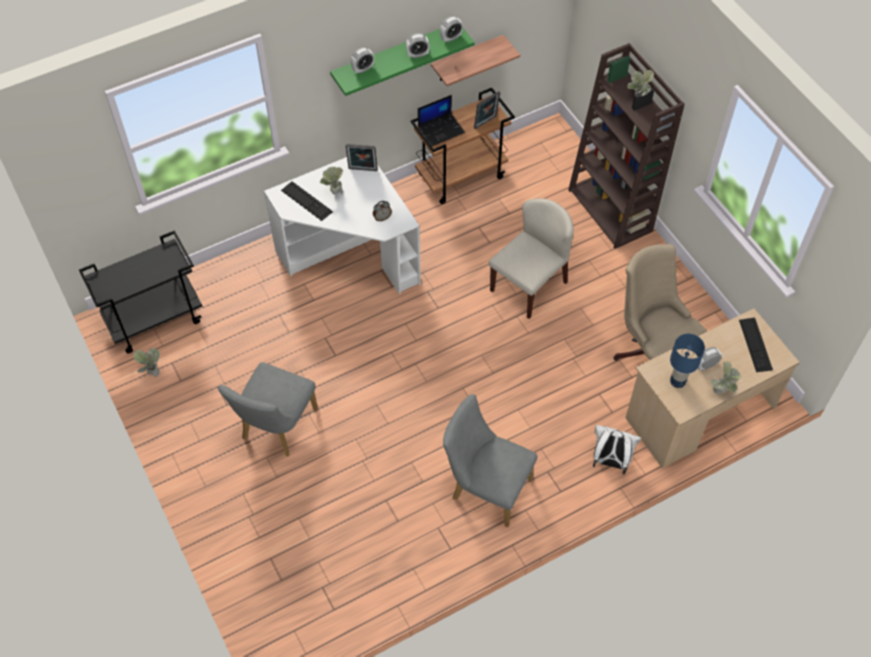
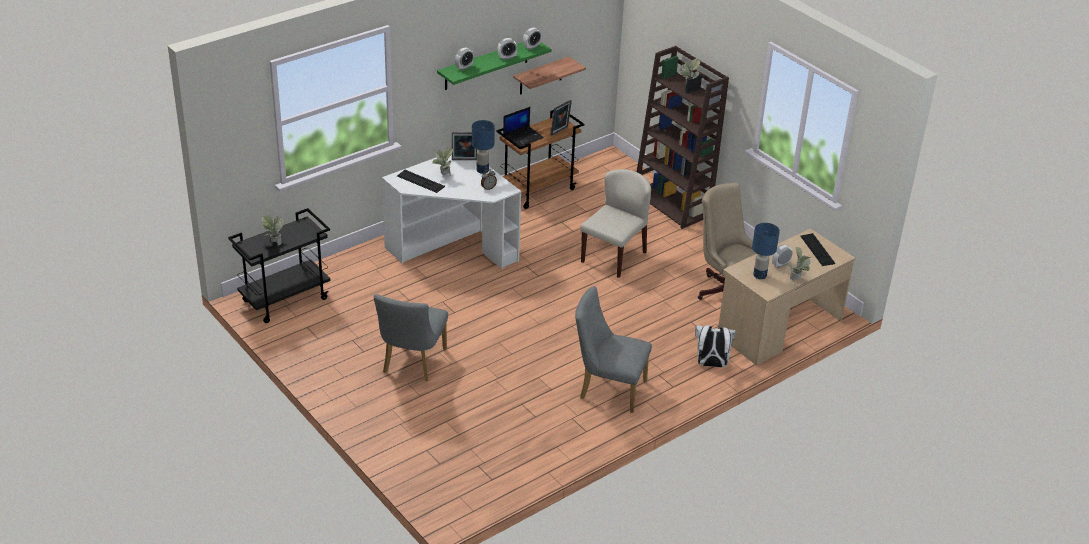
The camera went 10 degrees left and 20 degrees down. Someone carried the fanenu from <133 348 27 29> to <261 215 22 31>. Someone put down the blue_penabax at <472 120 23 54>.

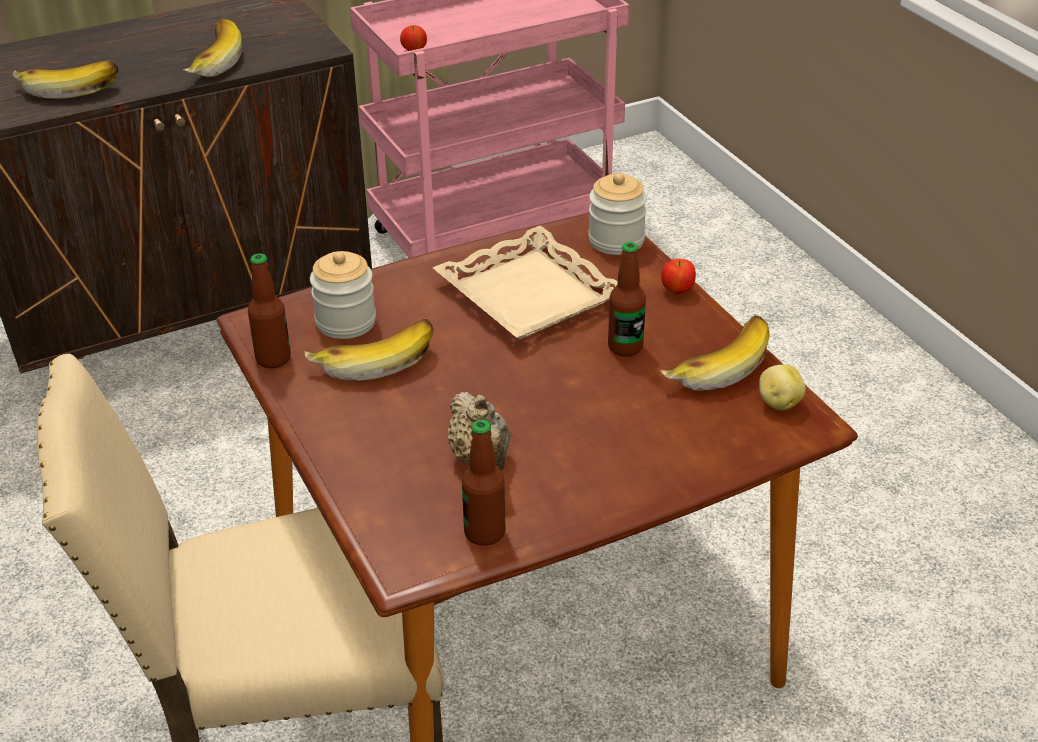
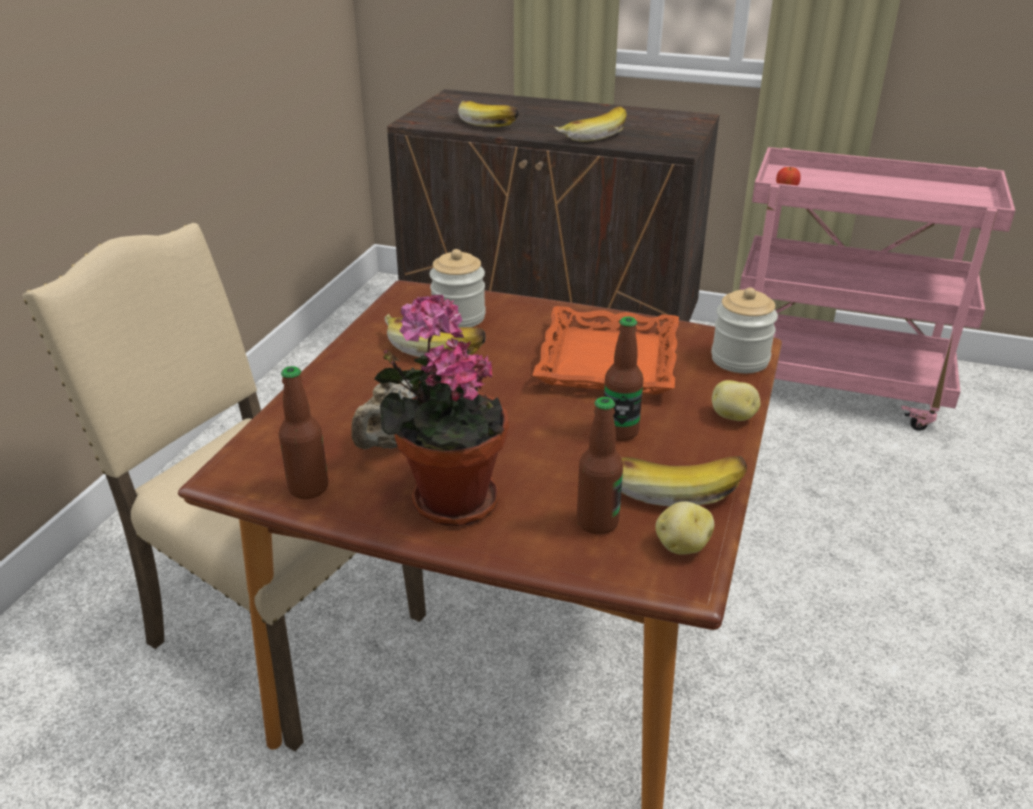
The camera went 45 degrees right and 5 degrees down. Someone repainted the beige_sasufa at <433 226 185 113>, which became the orange_sasufa at <532 306 147 89>. Someone carried the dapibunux from <248 253 43 115> to <577 397 46 138>. Someone swapped the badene at <661 259 35 35> for the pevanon at <712 380 48 41>. Someone put down the fanenu at <374 294 134 232>.

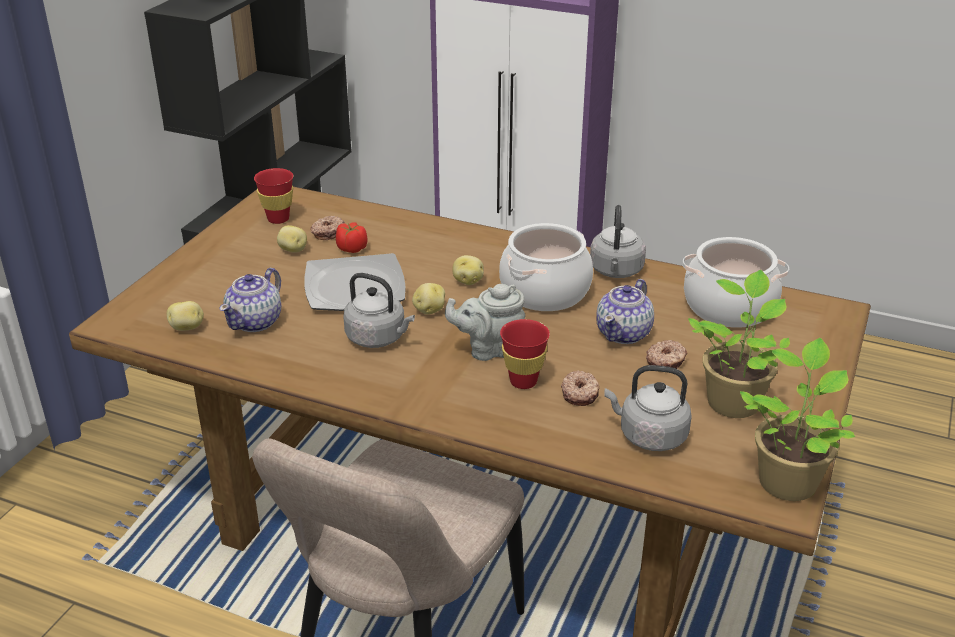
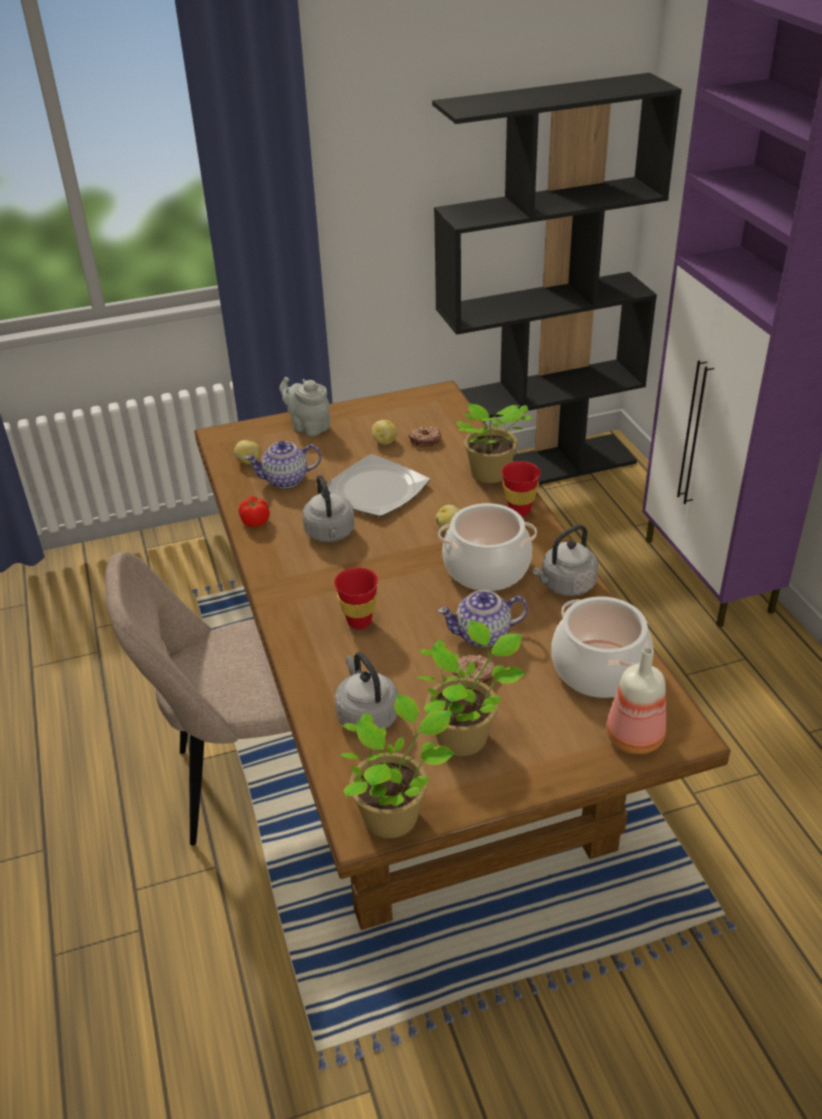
The camera went 50 degrees right and 5 degrees up. Someone carried the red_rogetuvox from <254 168 39 56> to <502 461 39 55>. Someone carried the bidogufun from <336 223 31 30> to <239 496 31 31>. Someone took away the pevanon at <412 283 33 32>. Someone carried the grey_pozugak from <445 284 80 77> to <279 377 52 59>. Someone took away the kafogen at <561 370 38 36>. Someone put down the fanenu at <457 404 76 79>. Someone put down the dapibunux at <606 647 60 107>.

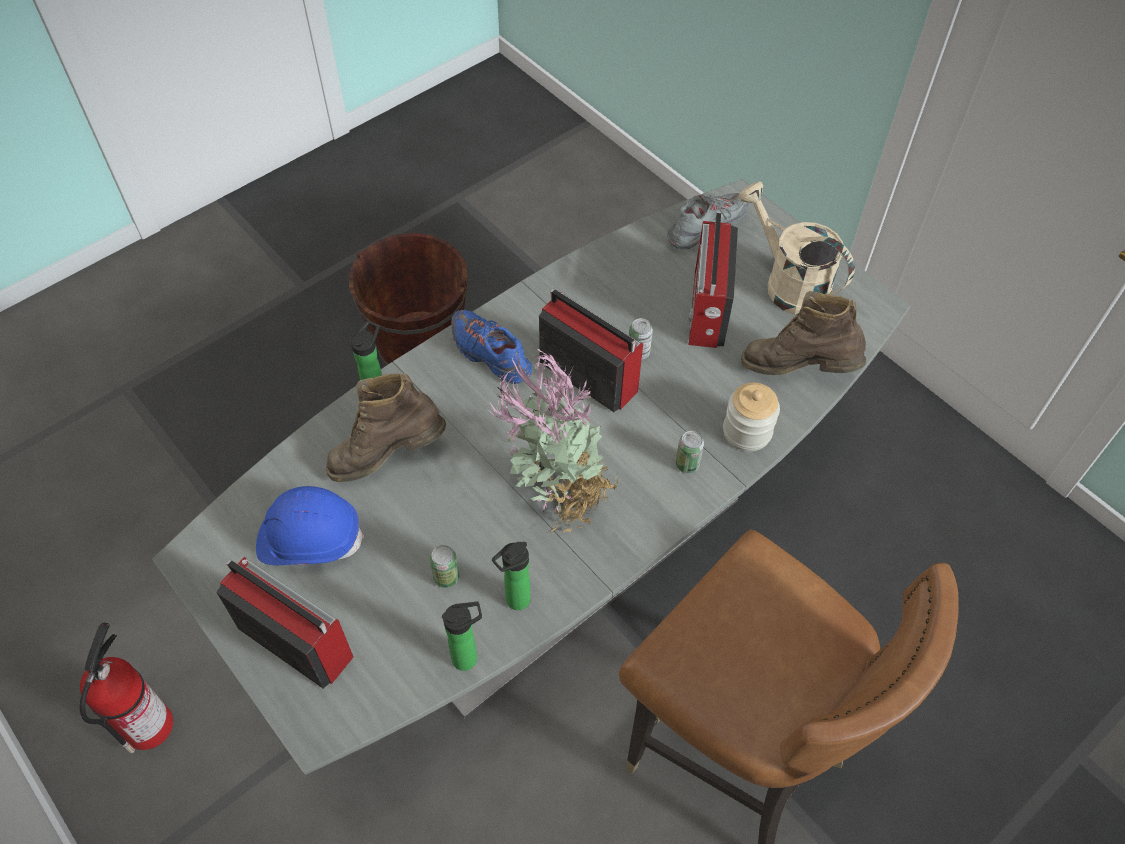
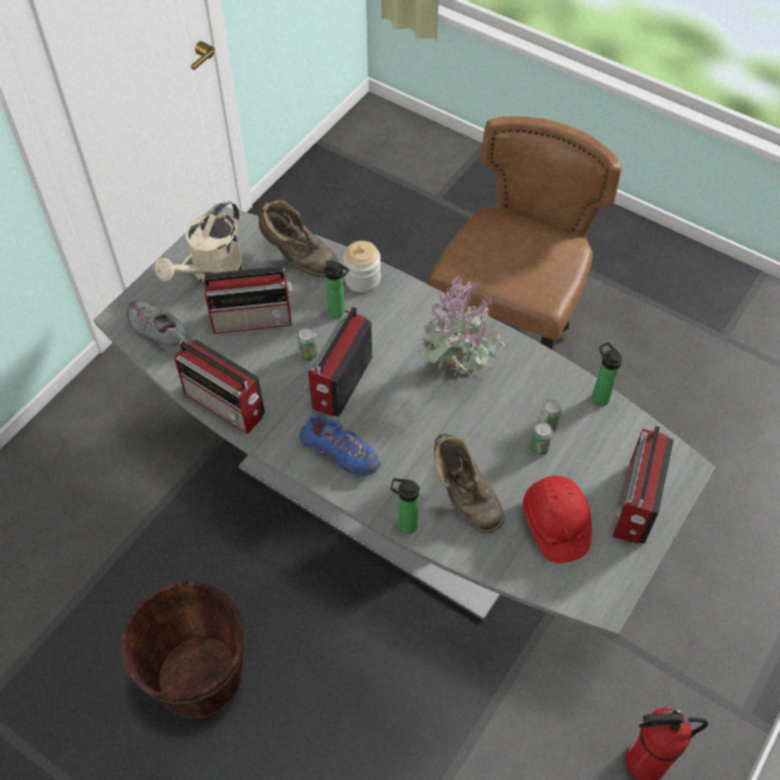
The camera went 105 degrees left and 0 degrees up. Someone rotated the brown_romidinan at <741 291 125 84> by 60 degrees counterclockwise. Someone rotated the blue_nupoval at <451 310 81 74> by 90 degrees counterclockwise. Someone carried the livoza from <675 431 29 42> to <530 422 23 34>. Someone repainted the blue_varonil at <256 486 108 79>, which became the red_varonil at <523 476 69 87>. Someone carried the dapibunux from <492 542 39 68> to <325 260 24 59>. Someone put down the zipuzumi at <174 339 91 95>.

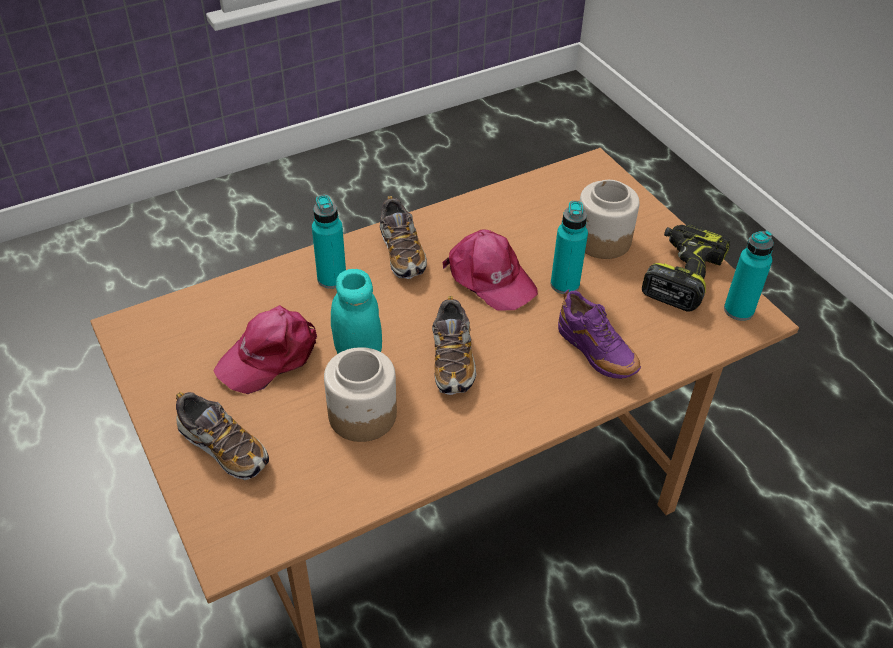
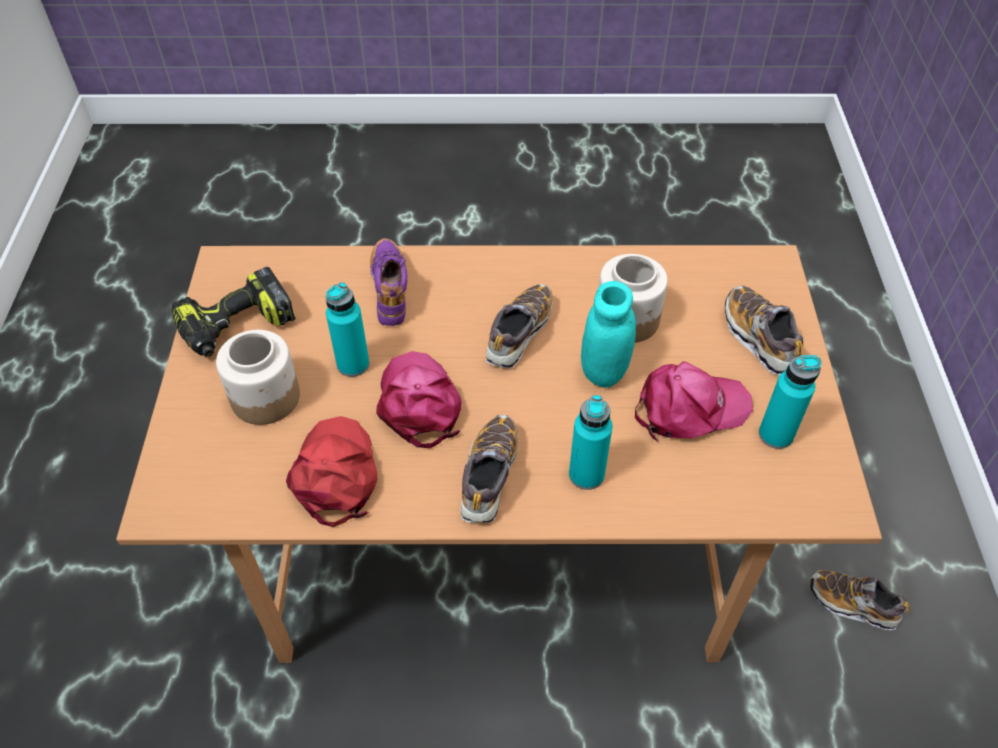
The camera went 150 degrees left and 5 degrees up. Someone carried the turquoise_dapibunux from <724 231 50 90> to <759 355 63 94>. Someone put down the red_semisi at <286 416 91 111>. Someone put down the nupoval at <811 570 99 60>.

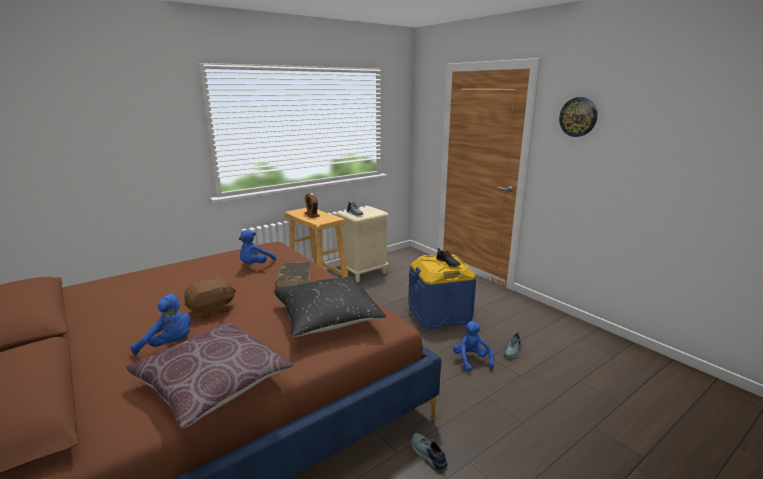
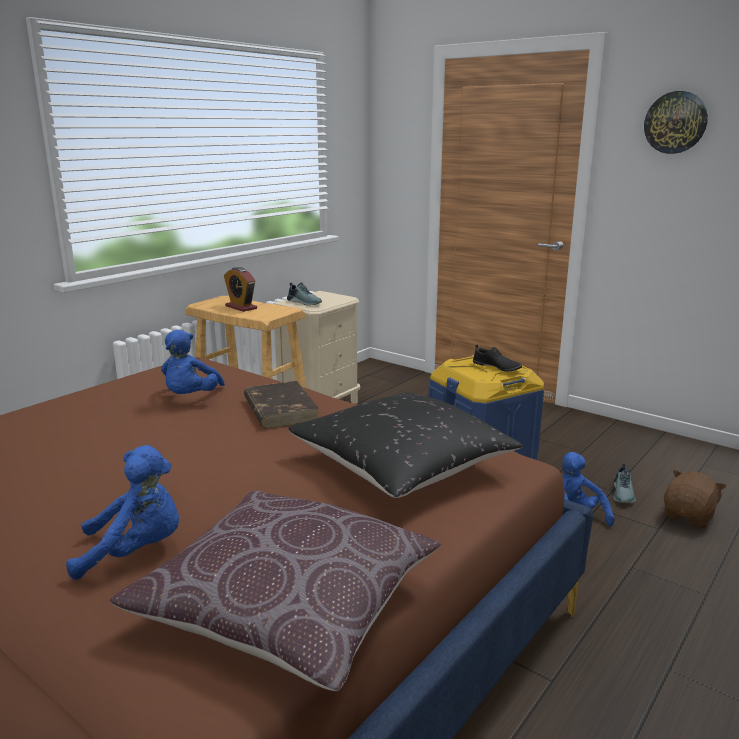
The camera went 15 degrees left and 0 degrees up. Someone carried the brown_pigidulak from <184 276 52 43> to <664 470 63 59>. Someone took away the nupoval at <411 433 37 37>.

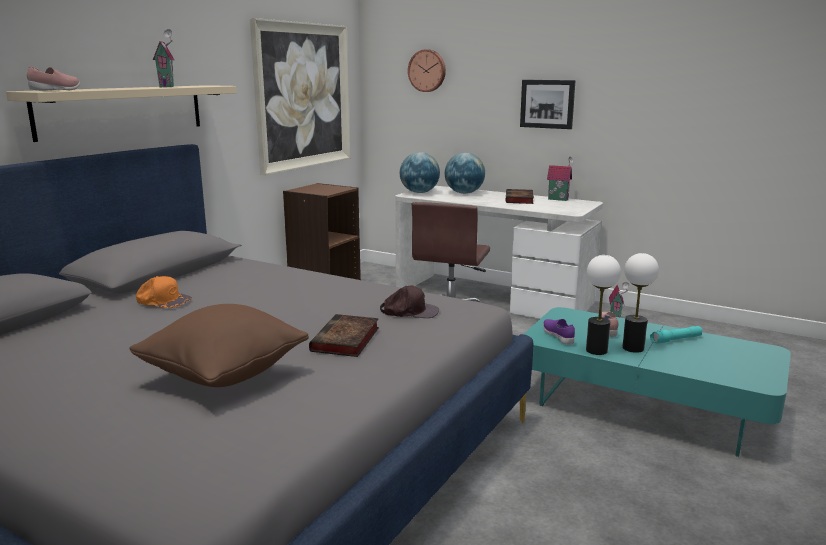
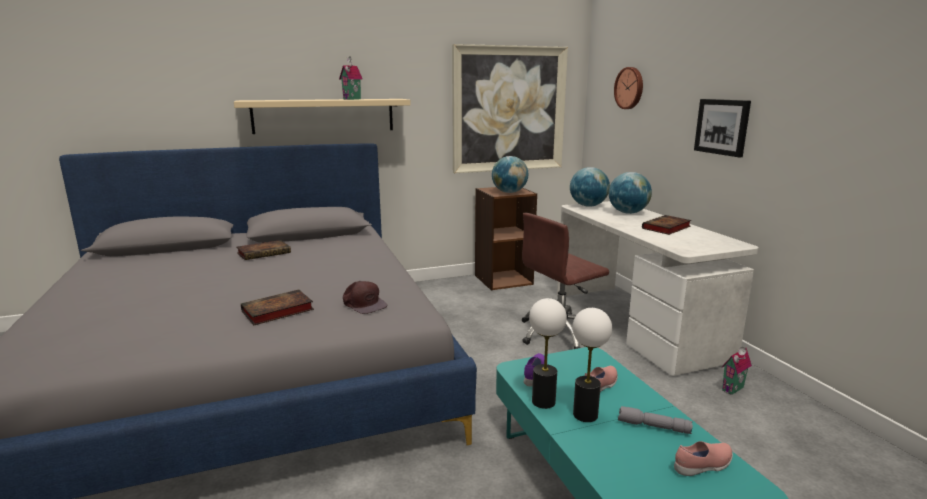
The camera went 40 degrees right and 0 degrees up. Someone carried the pink_nupoval from <27 66 53 25> to <674 441 59 35>. Someone took away the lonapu at <547 157 27 44>. Someone swapped the orange_semisi at <136 276 56 32> for the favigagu at <237 240 54 20>. Someone took away the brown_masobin at <129 304 180 83>. Someone repainted the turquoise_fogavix at <650 326 53 18>, which became the grey_fogavix at <618 406 75 28>. Someone put down the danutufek at <492 156 36 37>.

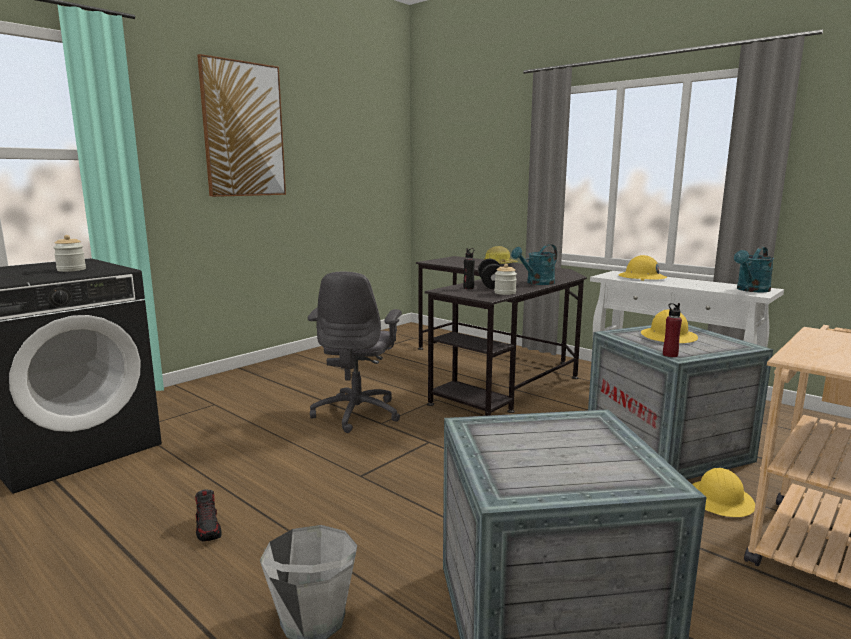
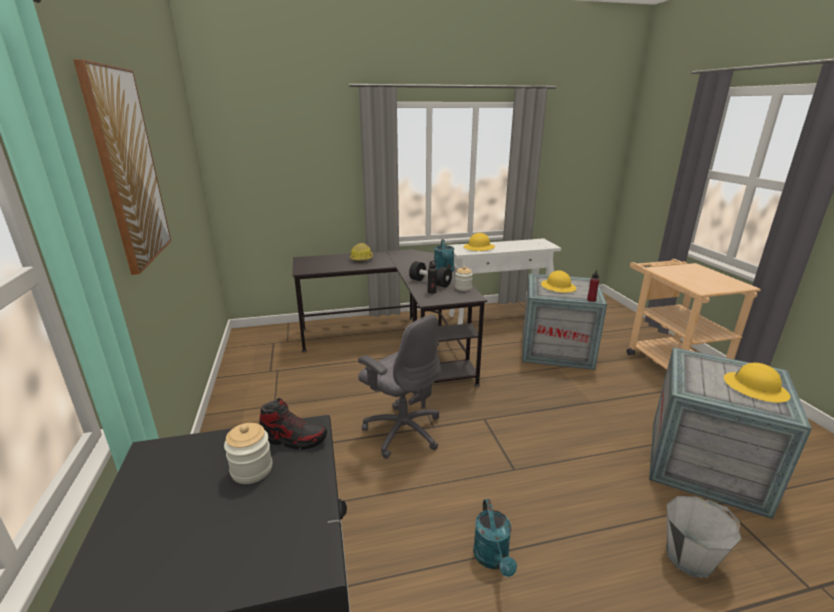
The camera went 55 degrees left and 10 degrees up. Someone carried the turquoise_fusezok from <734 247 40 45> to <473 499 44 78>. Someone carried the yellow_varonil from <692 468 63 49> to <724 363 66 40>. Someone carried the nupoval from <195 489 27 52> to <259 398 68 52>.

